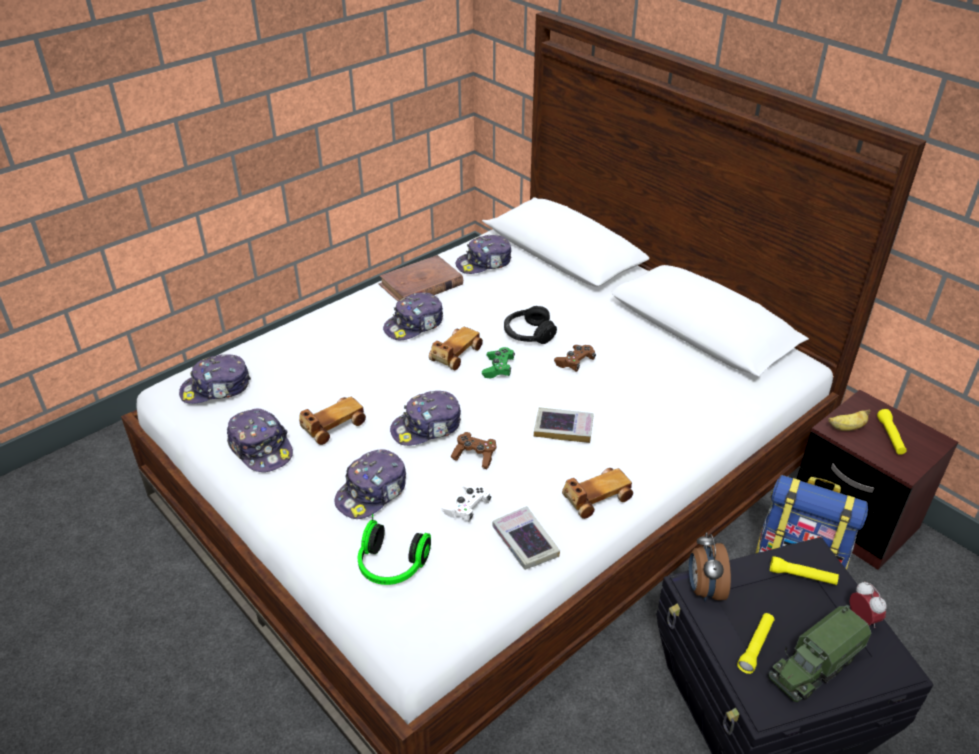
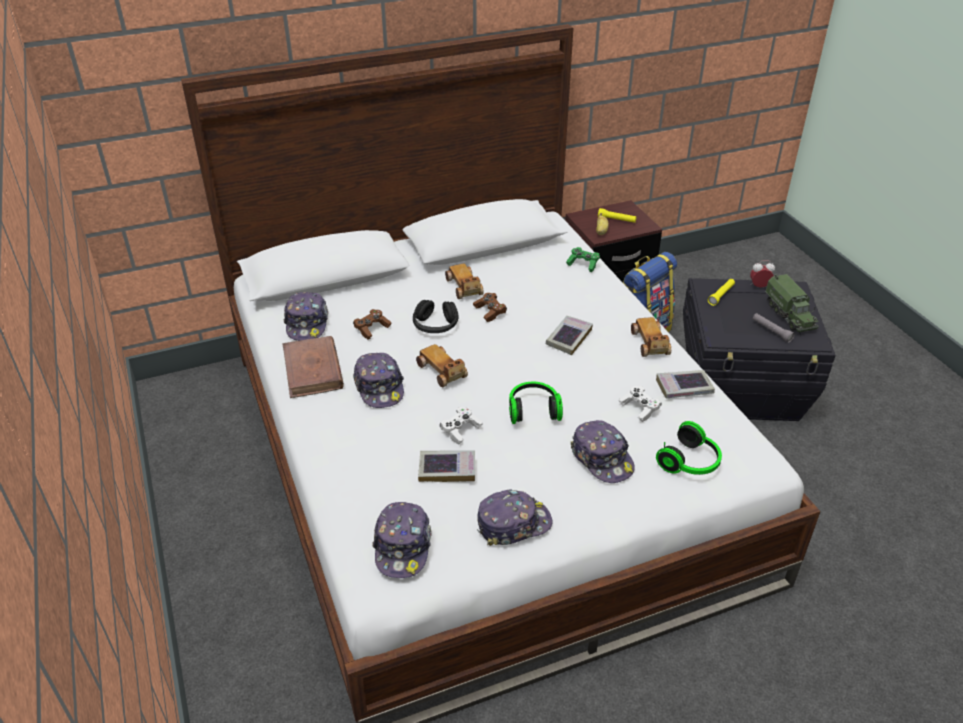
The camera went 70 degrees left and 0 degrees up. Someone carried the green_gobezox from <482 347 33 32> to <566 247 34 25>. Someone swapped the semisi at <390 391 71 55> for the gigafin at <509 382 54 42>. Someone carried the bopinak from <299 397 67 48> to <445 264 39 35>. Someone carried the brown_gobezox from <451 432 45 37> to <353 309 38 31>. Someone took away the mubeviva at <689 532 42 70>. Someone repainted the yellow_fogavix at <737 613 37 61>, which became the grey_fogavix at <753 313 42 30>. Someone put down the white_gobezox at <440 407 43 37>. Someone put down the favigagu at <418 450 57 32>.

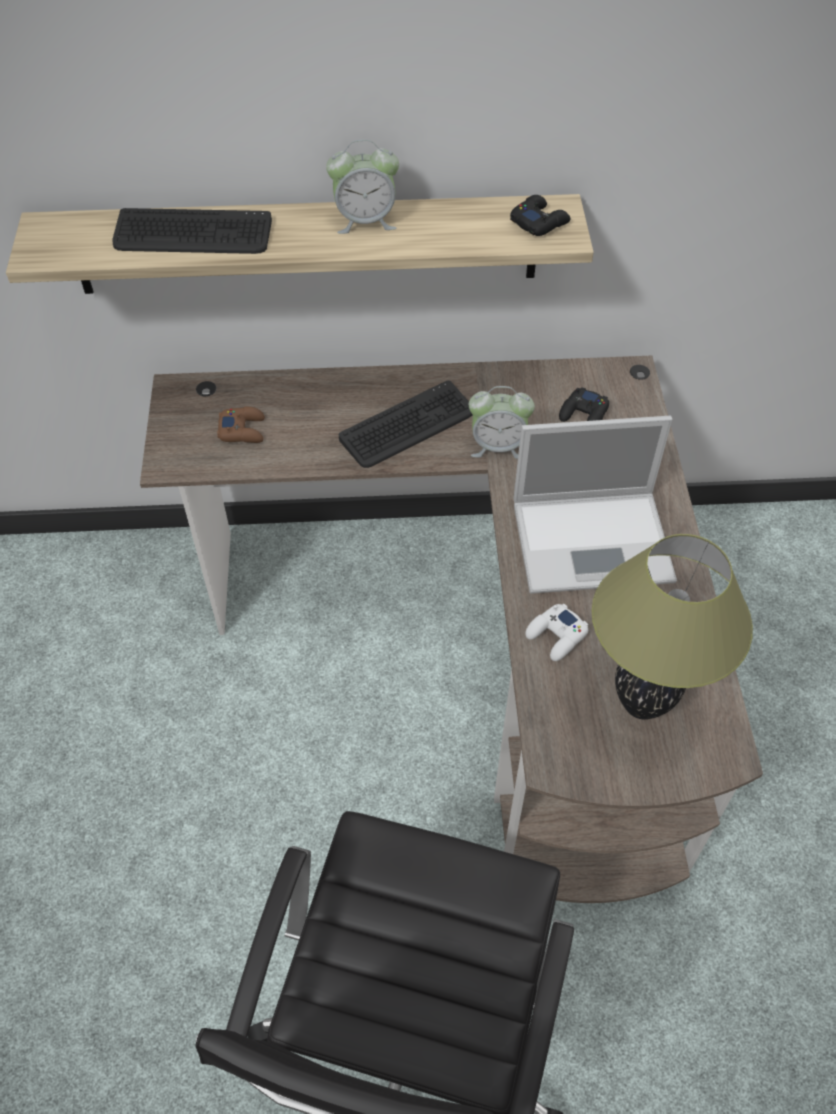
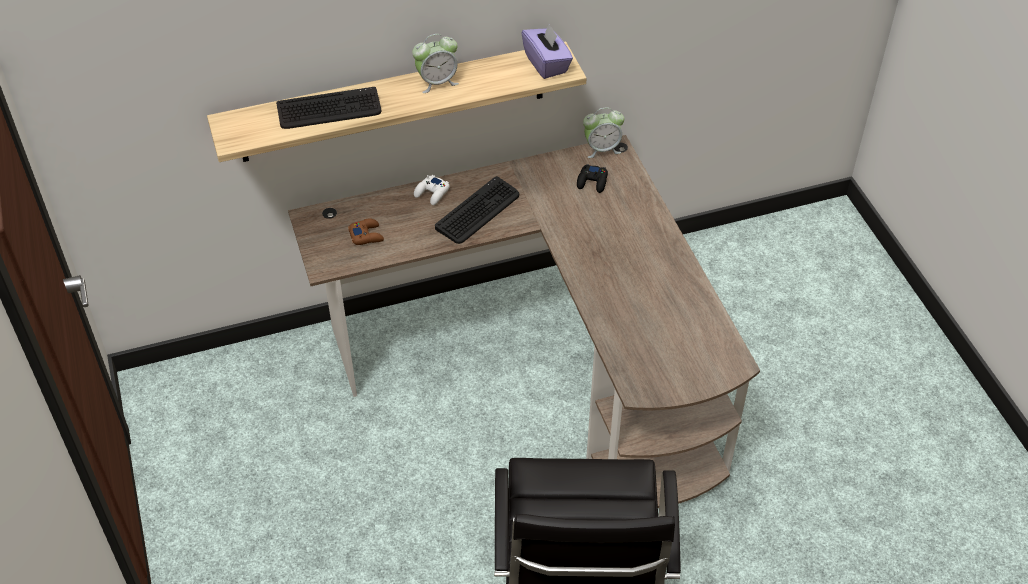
The camera went 15 degrees left and 5 degrees down. Someone swapped the black_gobezox at <510 195 61 41> for the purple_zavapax at <522 24 51 55>. Someone carried the mubeviva from <469 386 66 73> to <583 107 41 51>. Someone took away the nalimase at <513 416 164 178>. Someone took away the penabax at <592 534 161 186>. Someone carried the white_gobezox from <525 604 63 57> to <414 175 36 30>.

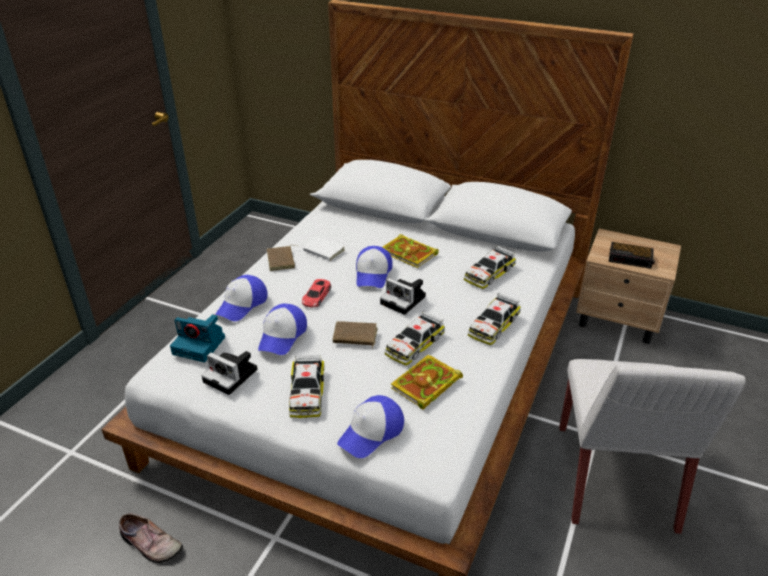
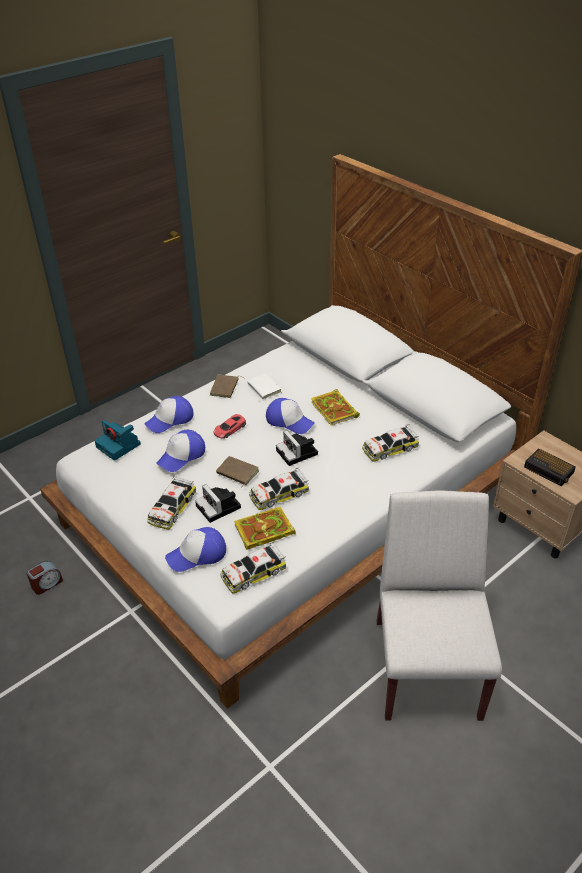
The camera went 25 degrees right and 5 degrees up. Someone rotated the semisi at <356 246 37 42> by 90 degrees counterclockwise. Someone carried the bopinak from <468 292 53 53> to <220 541 66 53>. Someone carried the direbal from <201 351 56 44> to <195 484 46 39>. Someone rotated the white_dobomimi at <559 359 187 175> by 150 degrees clockwise. Someone swapped the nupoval at <119 513 64 50> for the mubeviva at <26 561 37 34>.

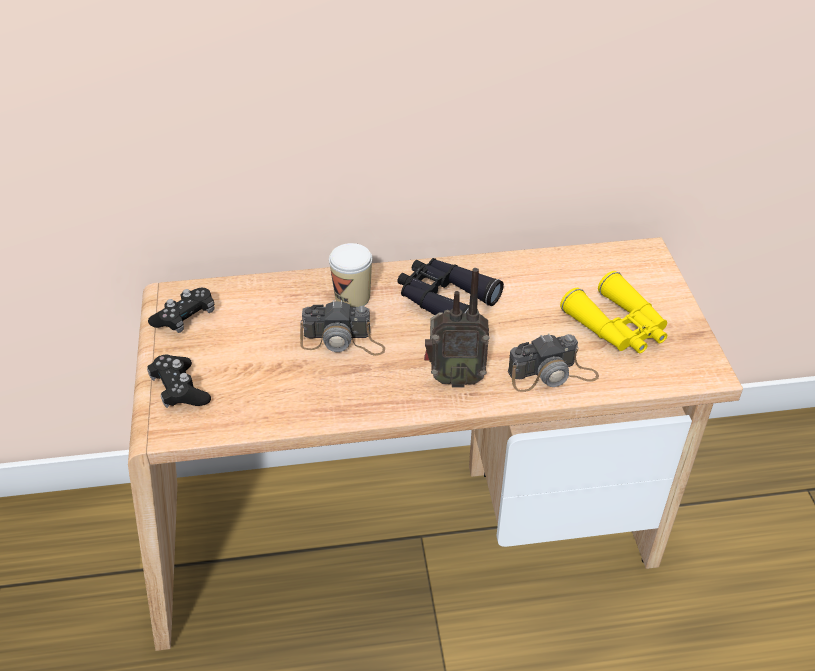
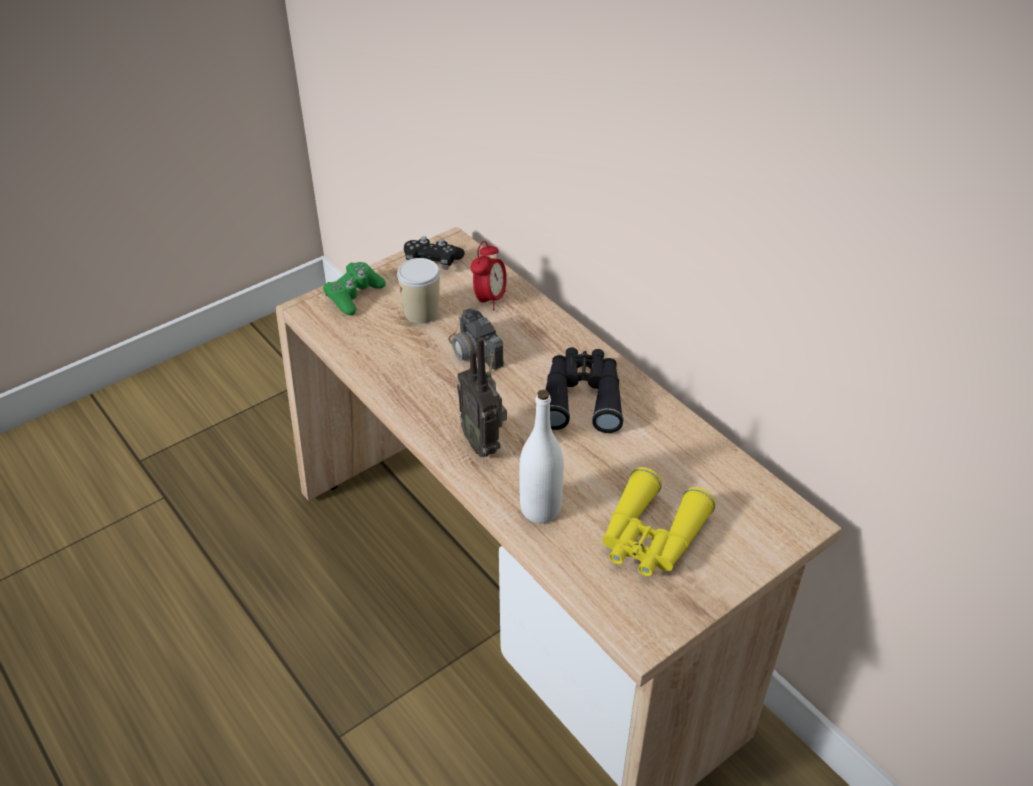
The camera went 60 degrees right and 0 degrees up. Someone carried the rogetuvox from <329 243 44 64> to <397 258 43 66>. Someone swapped the direbal at <508 333 91 59> for the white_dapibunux at <519 390 45 133>. Someone repainted the black_gobezox at <147 355 64 53>, which became the green_gobezox at <323 262 63 53>. Someone put down the mubeviva at <471 241 36 69>.

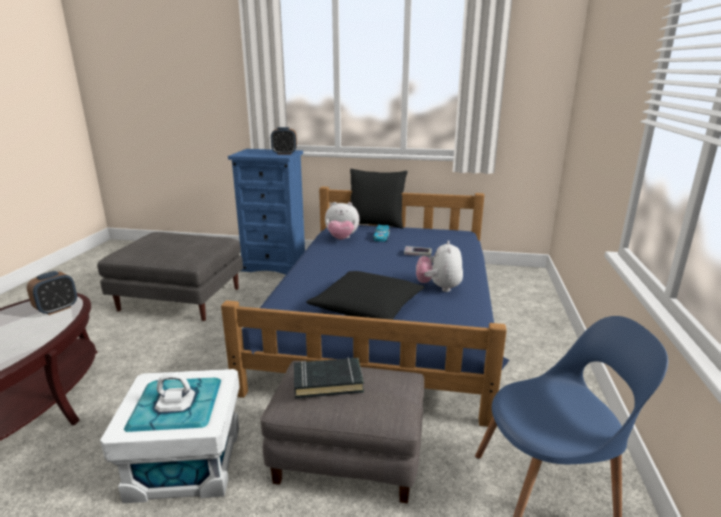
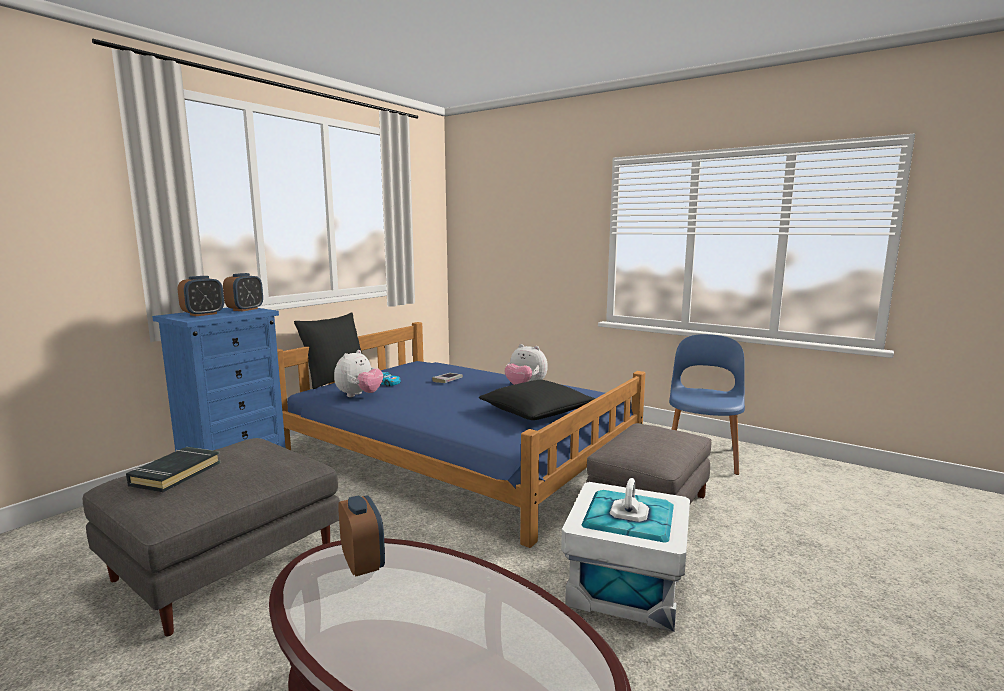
The camera went 65 degrees left and 10 degrees down. Someone carried the black_favigagu from <294 357 70 41> to <126 447 94 45>. Someone put down the mubeviva at <178 276 46 40>.

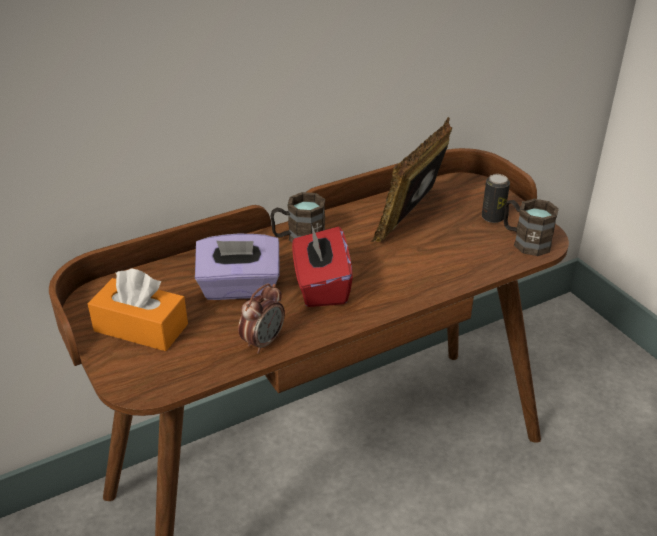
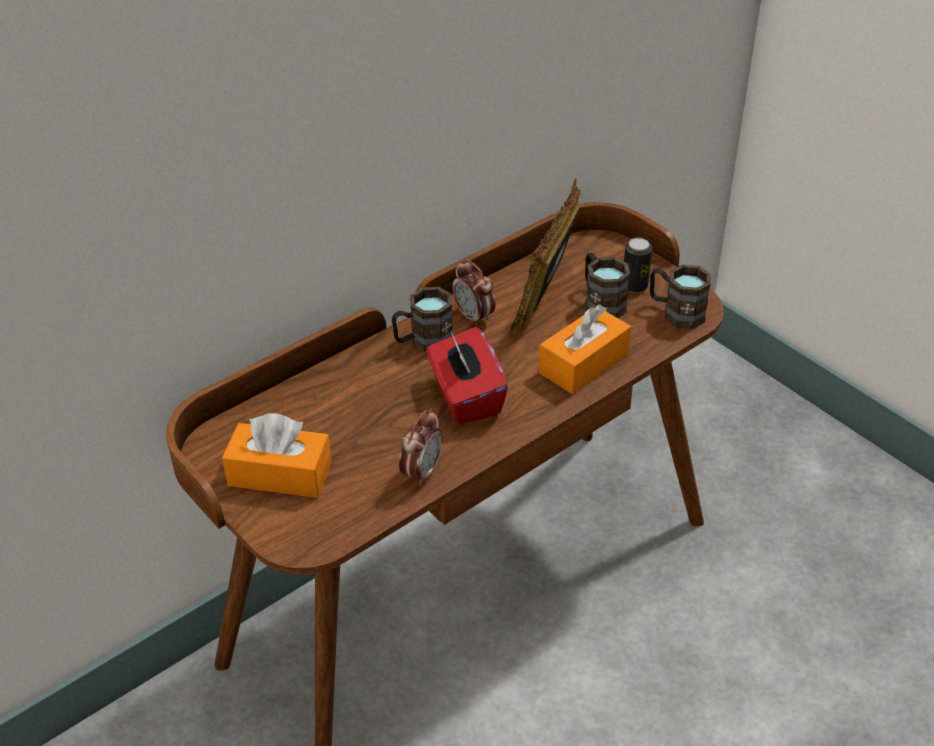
The camera went 10 degrees left and 5 degrees up. Someone took away the purple_zavapax at <195 234 85 66>. Someone put down the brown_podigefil at <585 253 45 65>. Someone put down the mubeviva at <452 260 44 67>. Someone put down the orange_zavapax at <539 304 92 90>.

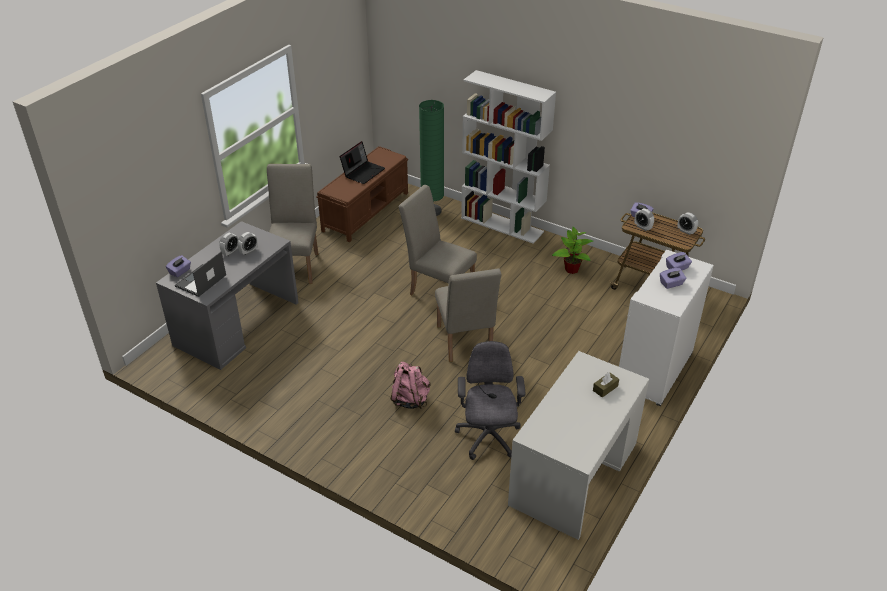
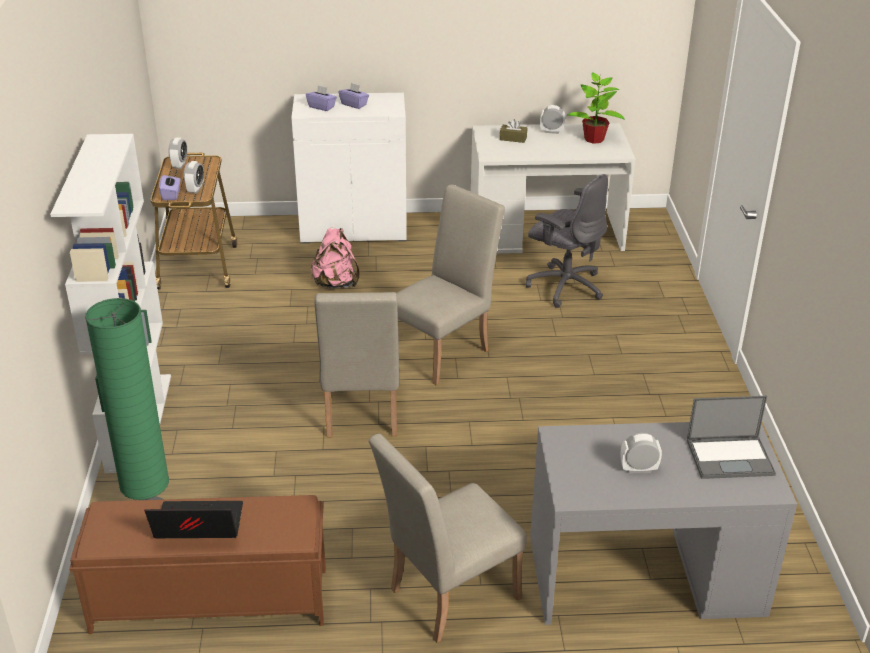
The camera went 125 degrees left and 5 degrees down. Someone carried the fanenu from <552 227 41 47> to <568 72 57 72>. Someone carried the mubeviva from <237 232 21 23> to <540 105 25 29>. Someone took away the purple_zavapax at <166 255 25 22>. Someone rotated the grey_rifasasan at <455 341 70 119> by 105 degrees counterclockwise. Someone carried the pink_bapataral from <390 362 40 47> to <311 227 49 61>.

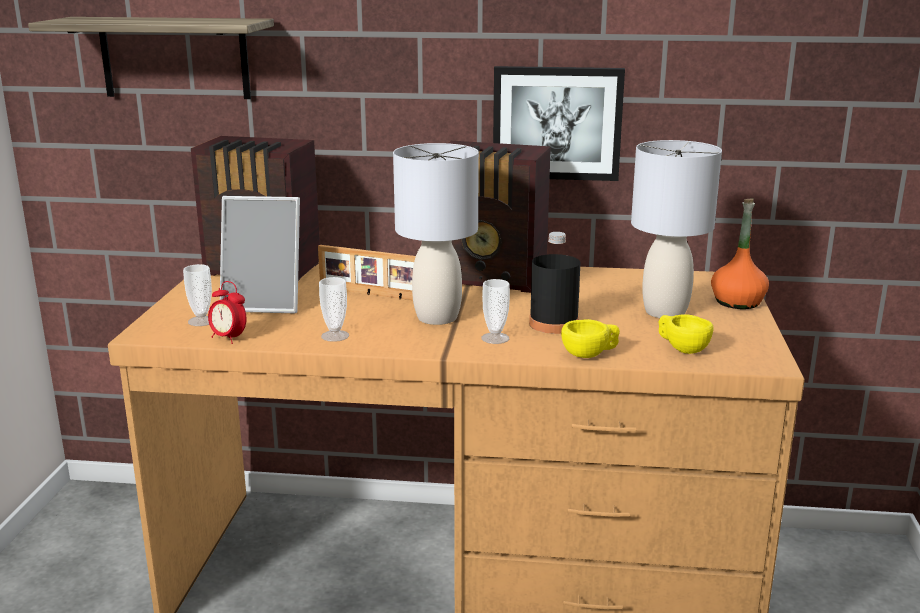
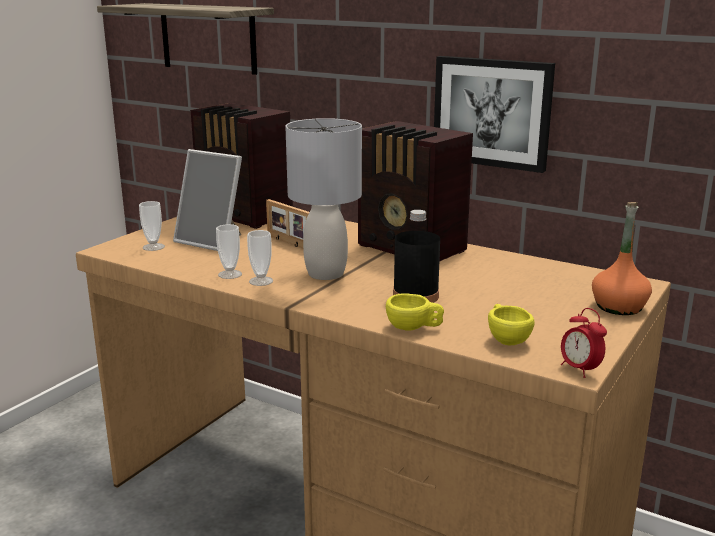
The camera went 25 degrees right and 0 degrees up. Someone took away the grey_penabax at <631 140 91 178>. Someone carried the rogetuvox from <482 279 28 65> to <247 230 26 56>. Someone carried the mubeviva from <208 281 38 63> to <561 308 46 70>.

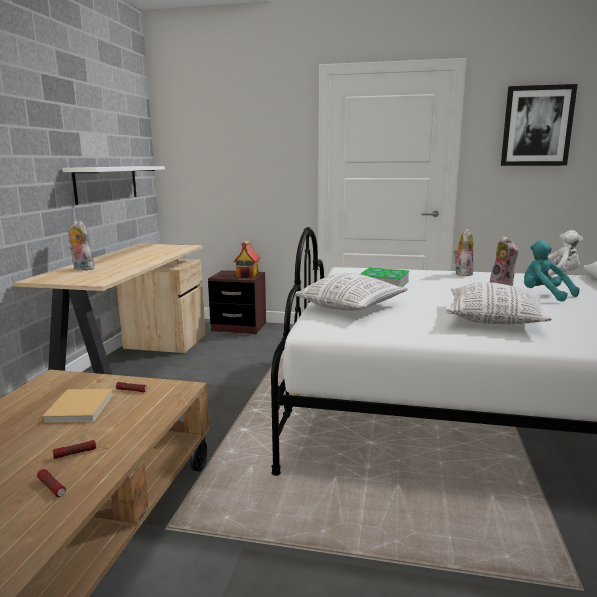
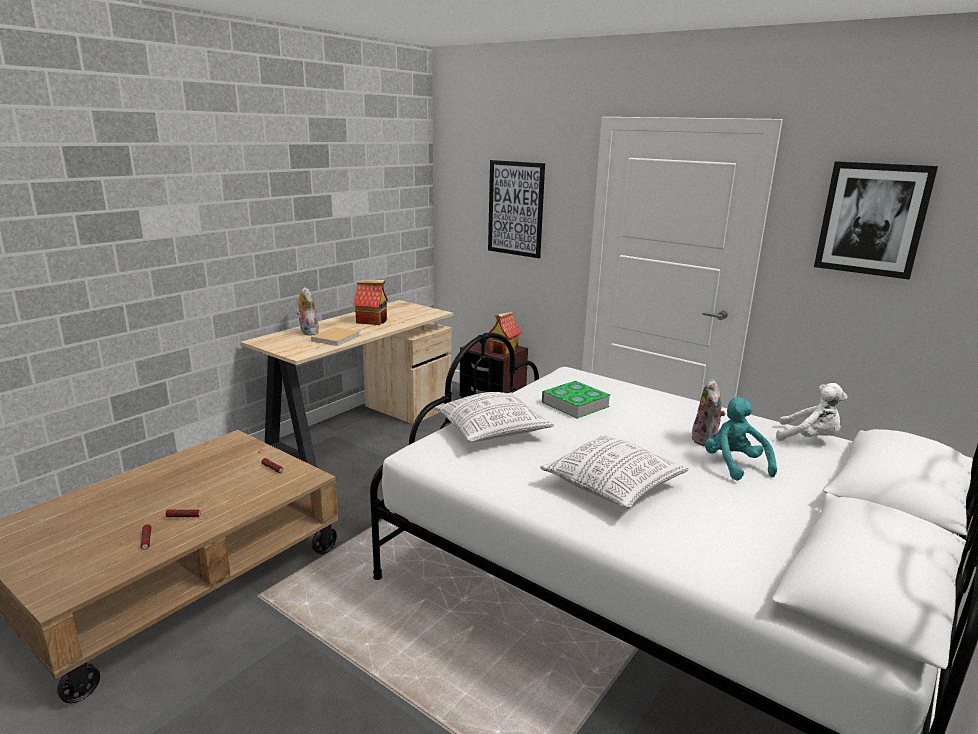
The camera went 25 degrees right and 5 degrees up. Someone took away the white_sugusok at <62 166 103 39>. Someone took away the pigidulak at <453 228 21 48>. Someone carried the beige_favigagu from <42 389 72 34> to <311 327 49 19>. Someone put up the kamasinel at <488 160 57 98>. Someone put down the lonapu at <353 280 35 45>.

